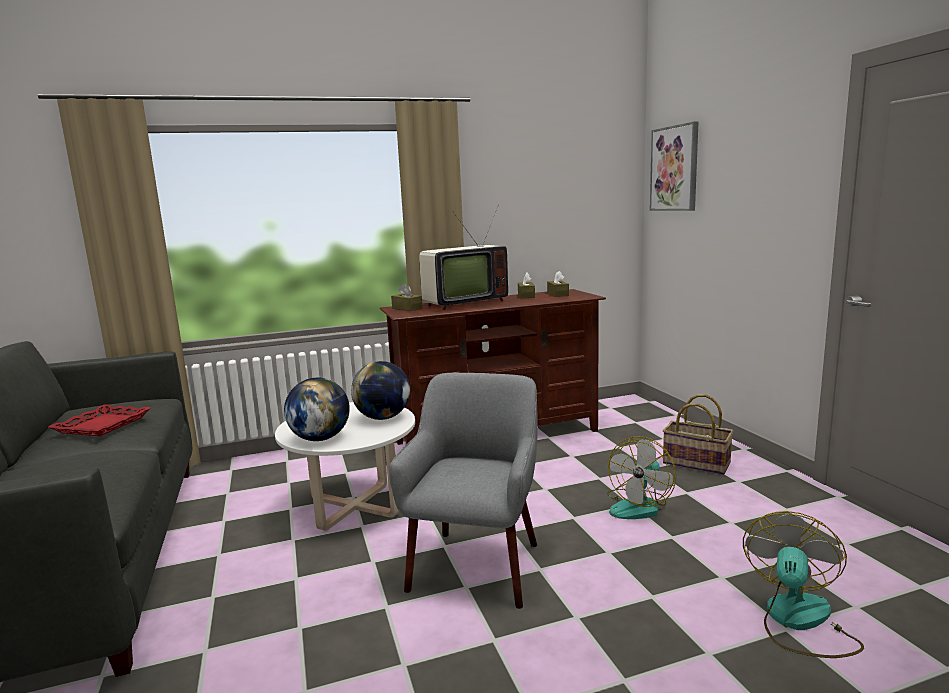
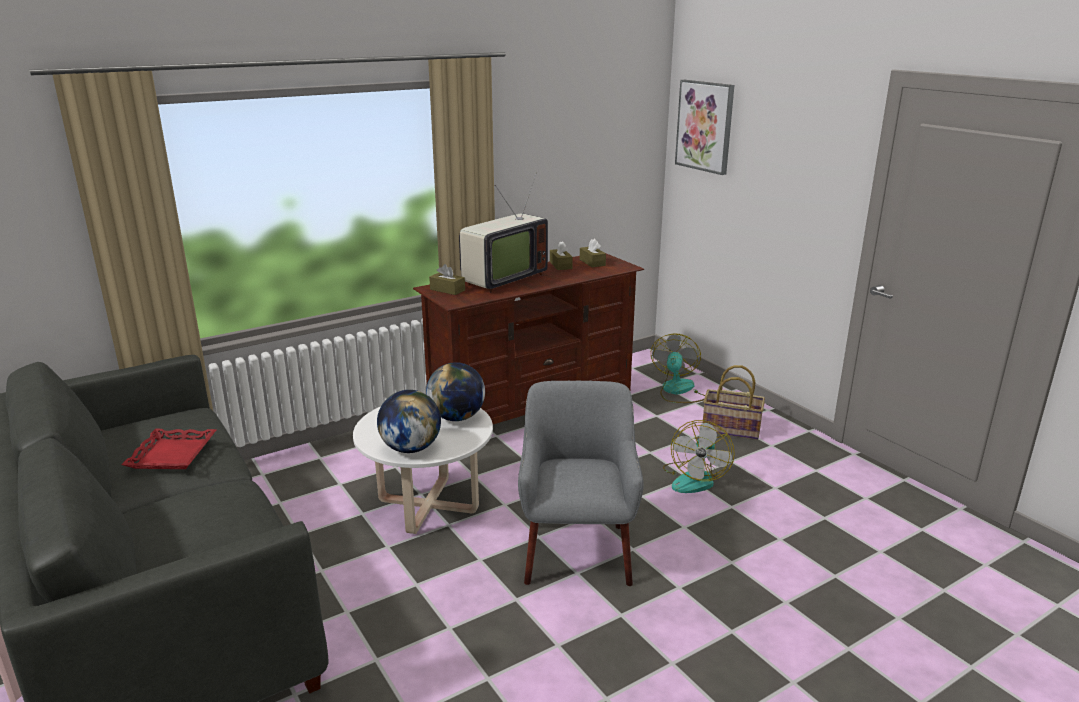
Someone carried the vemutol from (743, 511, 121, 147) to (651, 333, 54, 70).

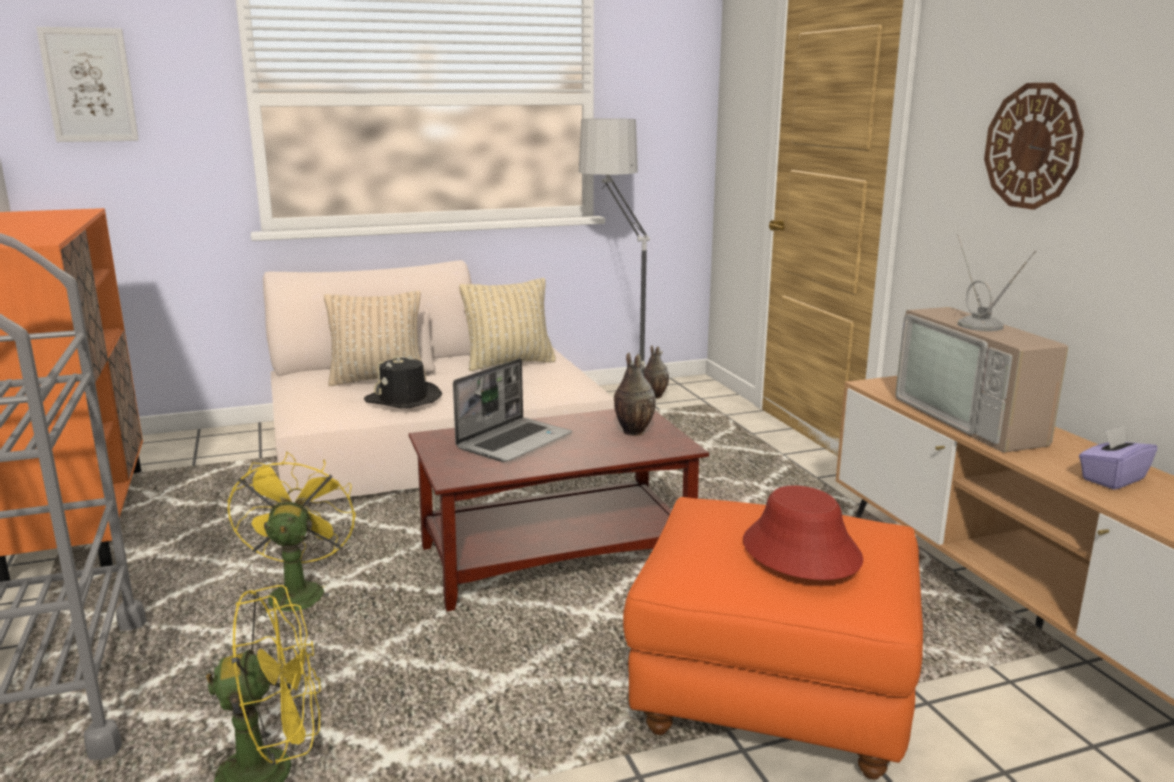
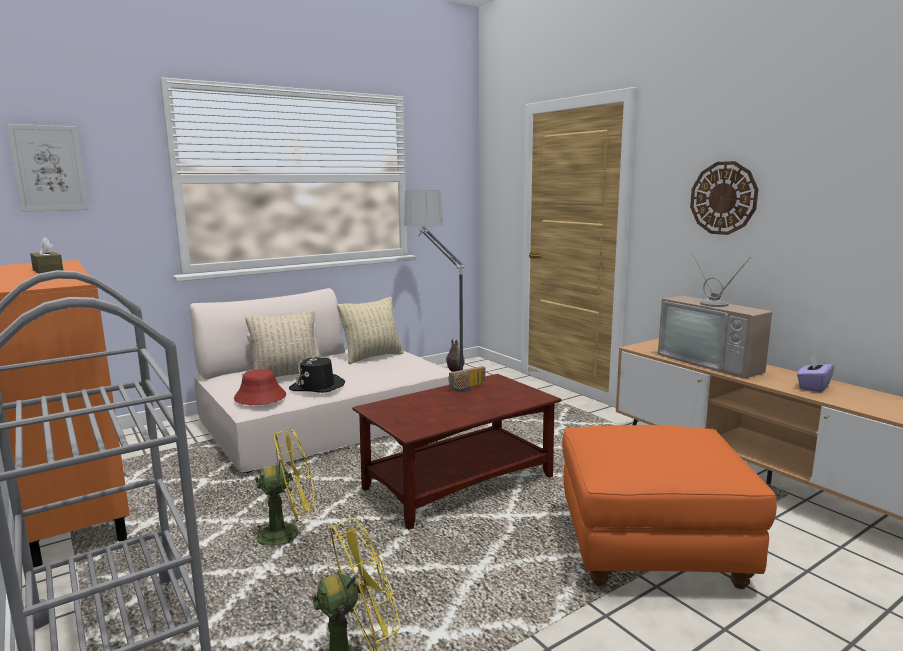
Someone took away the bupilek at (614, 353, 42, 83).
Someone took away the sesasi at (453, 358, 119, 104).
Someone rotated the yellow_vemutol at (228, 451, 128, 166) by 90 degrees clockwise.
Someone carried the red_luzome from (743, 485, 120, 95) to (234, 369, 52, 36).
Someone put down the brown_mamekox at (30, 237, 33, 37).
Someone put down the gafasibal at (448, 366, 38, 26).

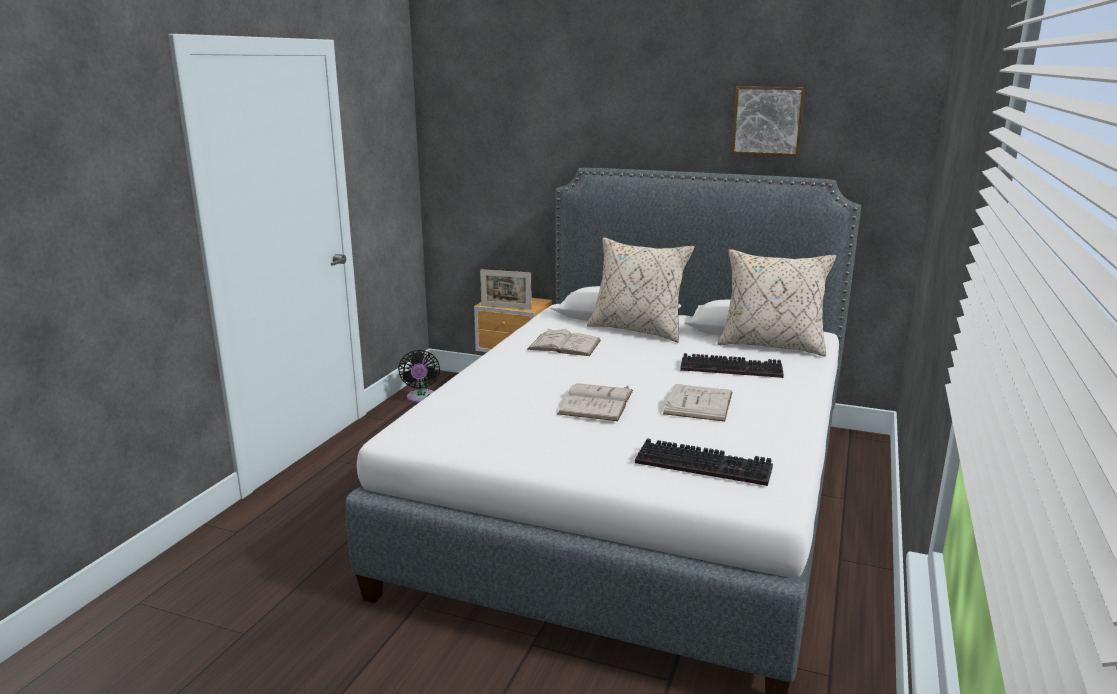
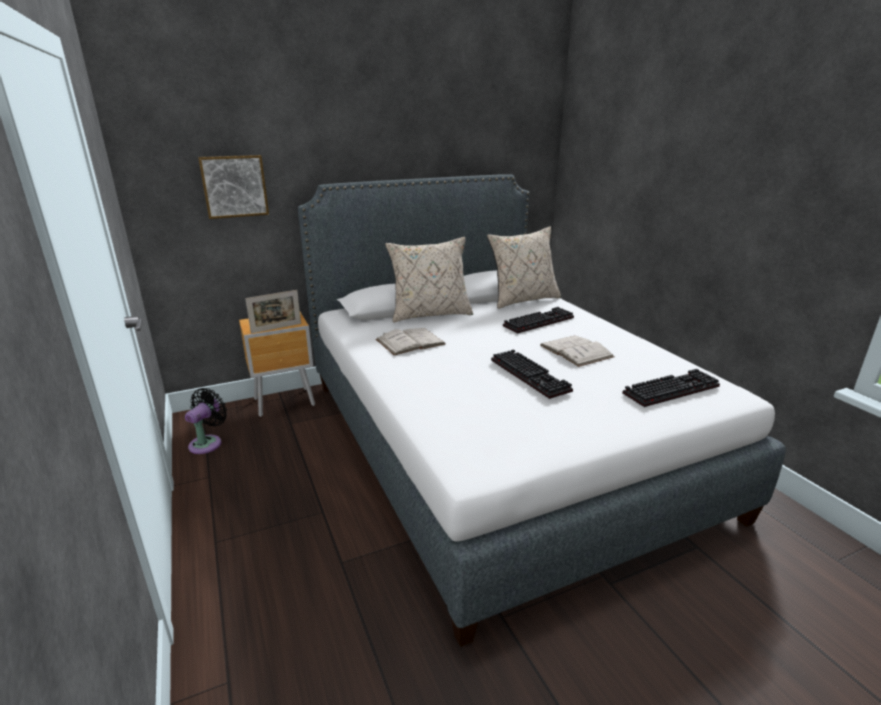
Someone carried the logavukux from (732, 86, 73, 70) to (198, 155, 71, 64).
Someone rotated the black_vemutol at (398, 350, 42, 53) by 105 degrees counterclockwise.
Someone swapped the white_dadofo at (557, 383, 76, 38) for the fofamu at (491, 349, 82, 50).

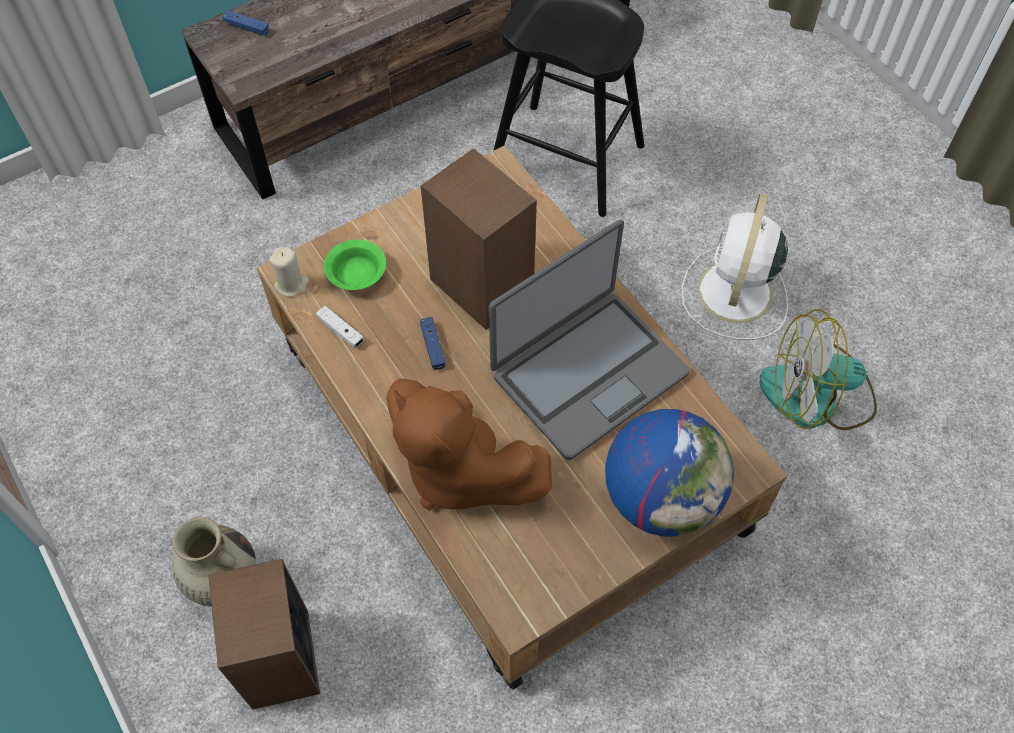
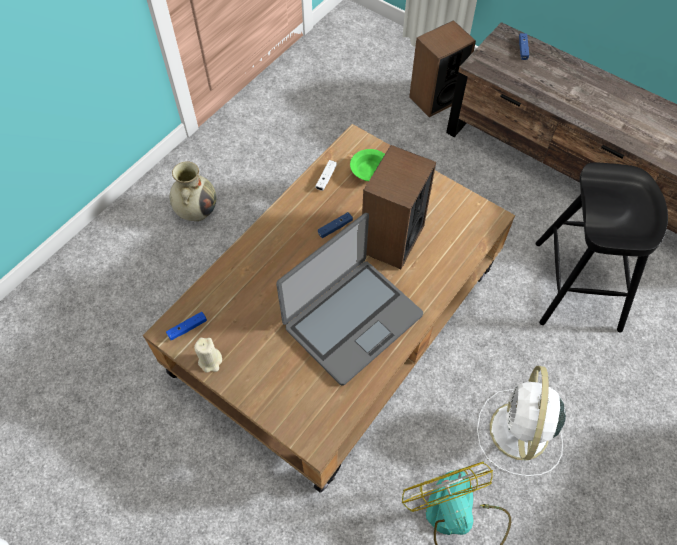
Someone rotated the white_vemutol at (682, 192, 106, 148) by 75 degrees counterclockwise.
Someone rotated the sesasi at (489, 220, 201, 240) by 75 degrees counterclockwise.
Someone carried the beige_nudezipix from (269, 247, 40, 50) to (194, 338, 28, 35).
Someone took away the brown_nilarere at (386, 378, 166, 133).
Someone took away the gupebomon at (605, 409, 129, 128).
Someone carried the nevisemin from (208, 559, 112, 150) to (409, 20, 67, 97).
Someone put down the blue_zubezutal at (166, 312, 41, 29).

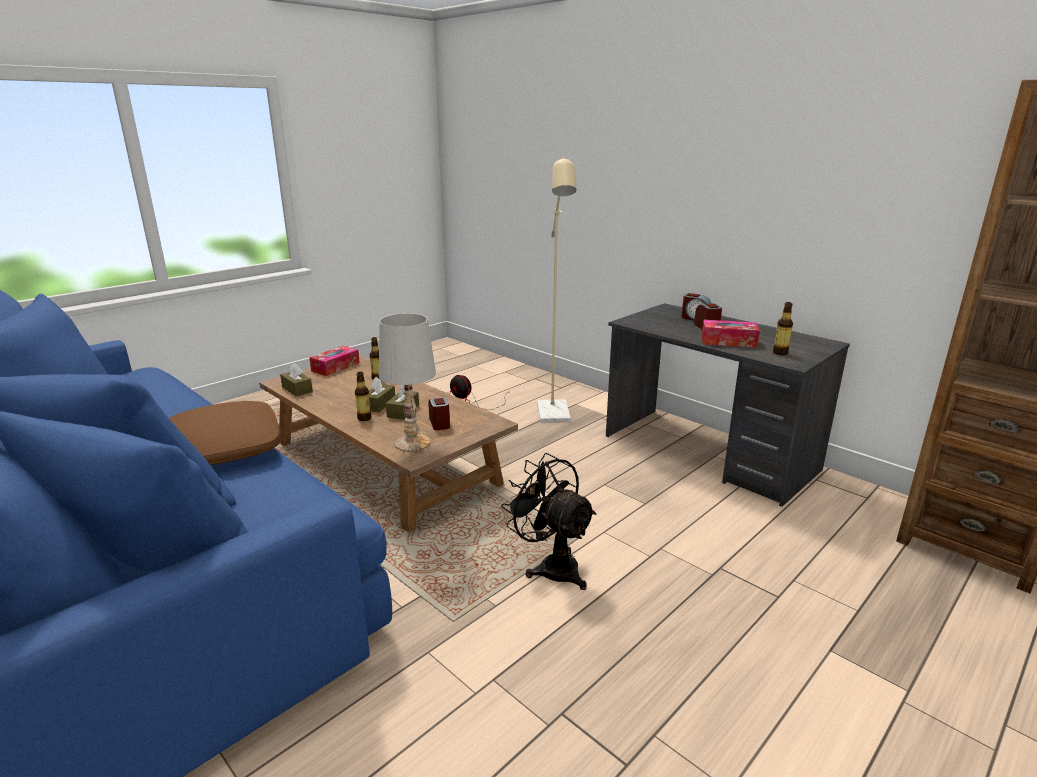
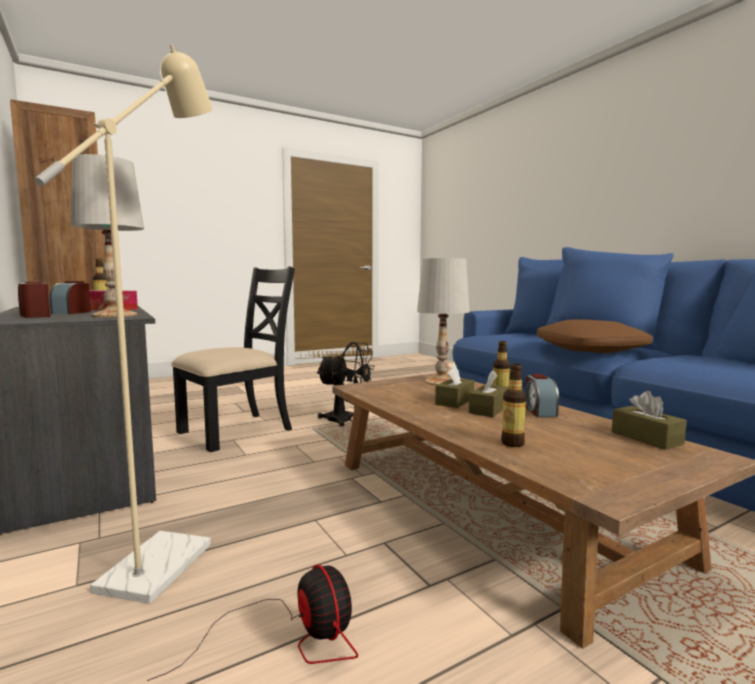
Someone took away the mamekox at (309, 346, 51, 30).
Someone carried the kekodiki from (429, 397, 21, 33) to (525, 374, 34, 43).
Someone rotated the black_vemutol at (501, 453, 95, 137) by 45 degrees counterclockwise.
Someone put down the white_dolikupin at (71, 154, 73, 163).
Someone put down the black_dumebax at (171, 267, 124, 185).

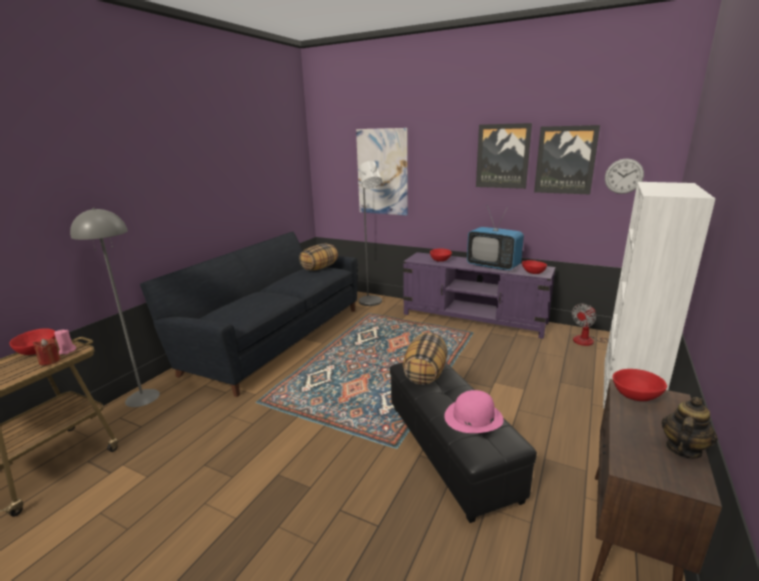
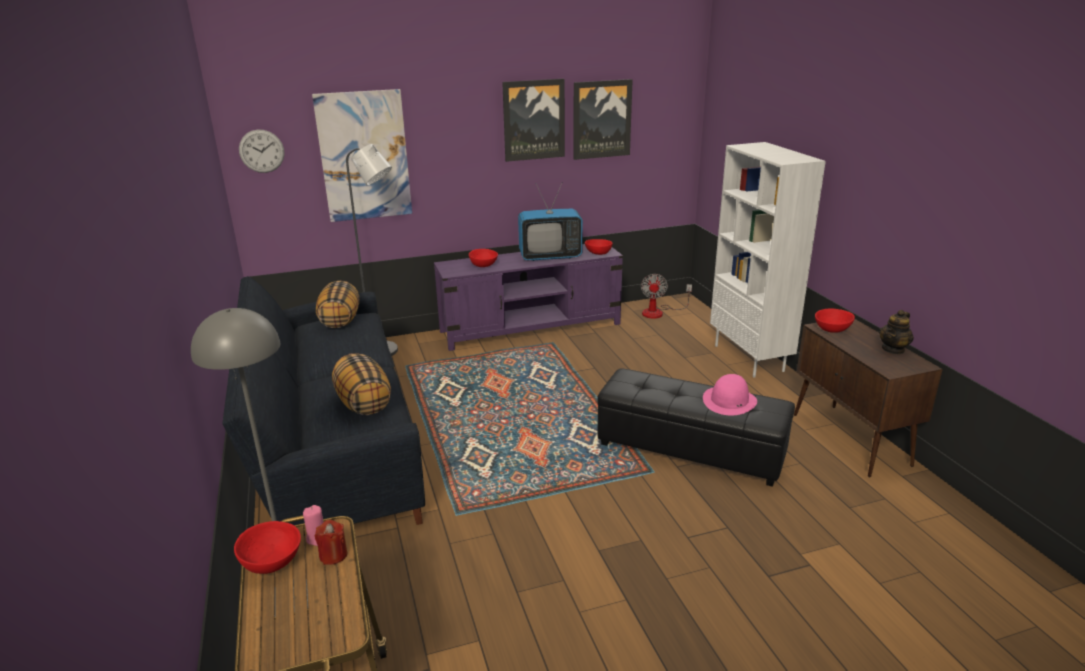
Someone carried the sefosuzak from (605, 158, 39, 36) to (239, 129, 45, 44).
Someone carried the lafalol from (403, 332, 44, 53) to (332, 353, 59, 62).
Someone rotated the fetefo at (662, 397, 56, 62) by 135 degrees counterclockwise.

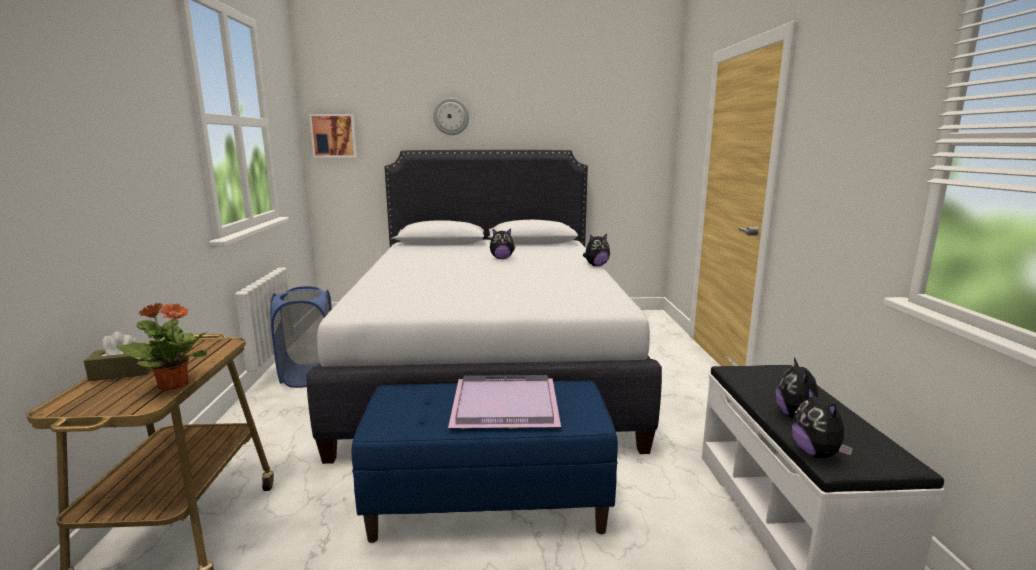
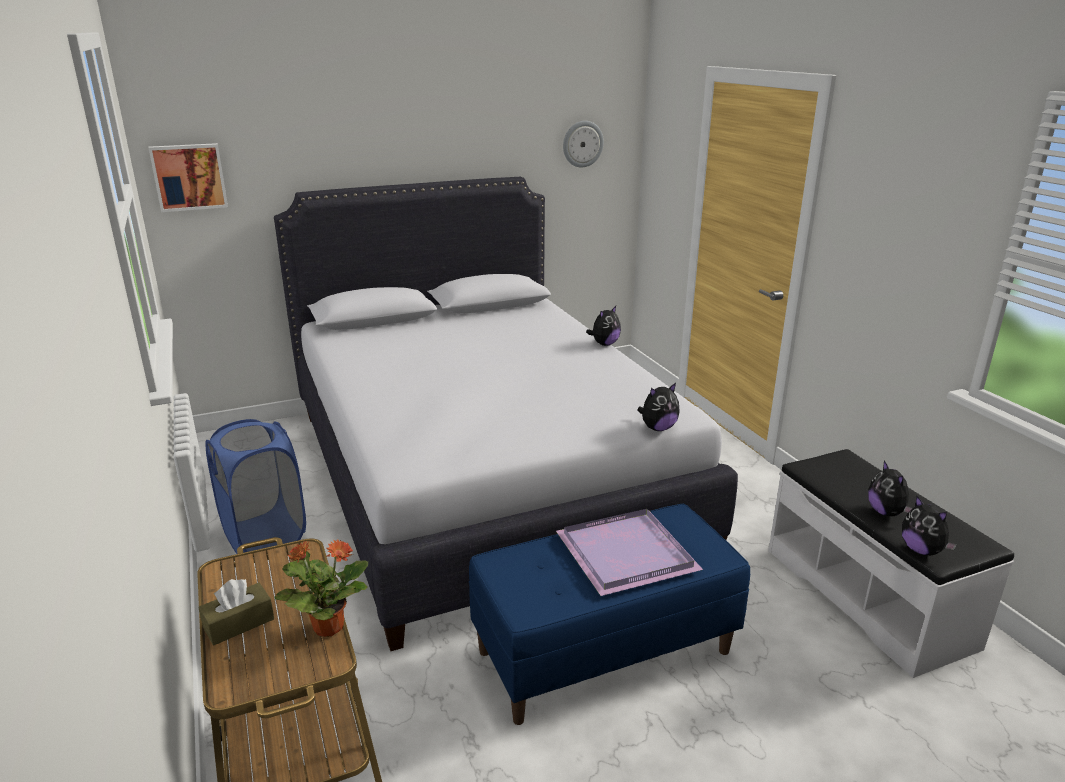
Someone carried the sefosuzak from (433, 98, 36, 37) to (563, 121, 41, 47).
Someone carried the nilarere from (490, 229, 25, 30) to (638, 383, 42, 48).

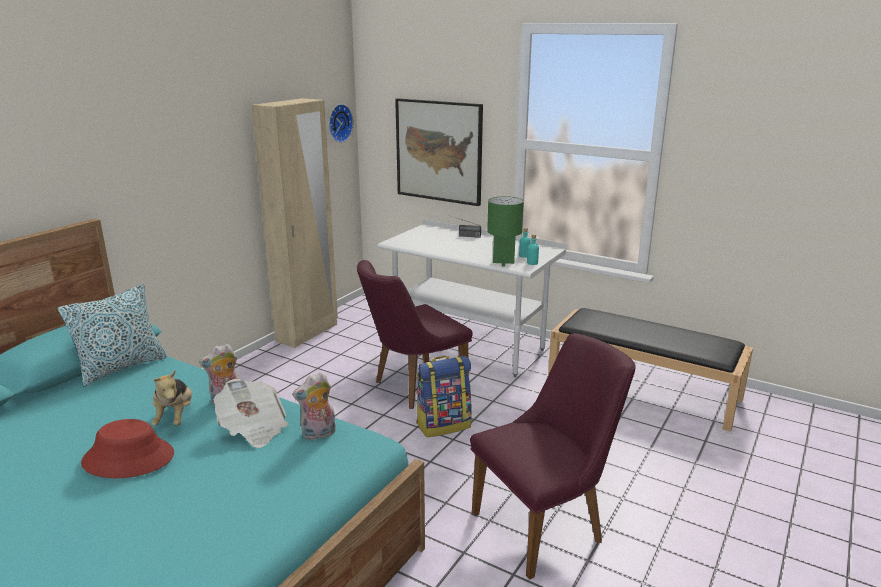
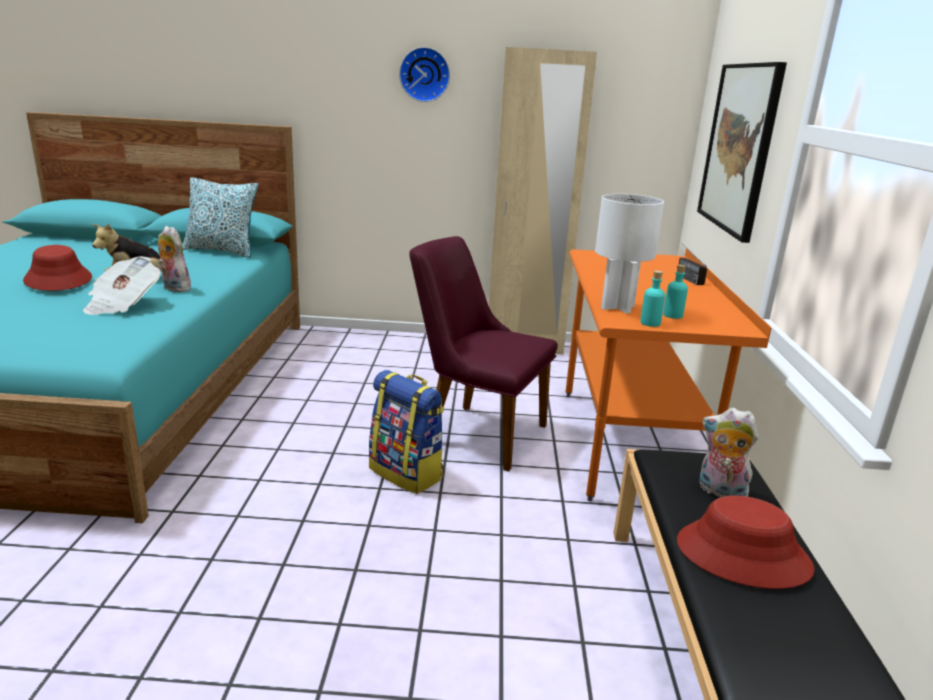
Someone carried the sefosuzak from (329, 104, 24, 39) to (399, 47, 51, 55).
Someone repainted the green_dolikupin at (487, 196, 37, 70), which became the white_dolikupin at (595, 194, 69, 119).
Someone repainted the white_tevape at (378, 219, 189, 158), which became the orange_tevape at (566, 248, 205, 253).
Someone took away the purple_dumebax at (470, 333, 166, 247).
Someone carried the nilarere from (292, 372, 44, 68) to (700, 408, 58, 90).
Someone put down the red_luzome at (677, 496, 138, 93).

